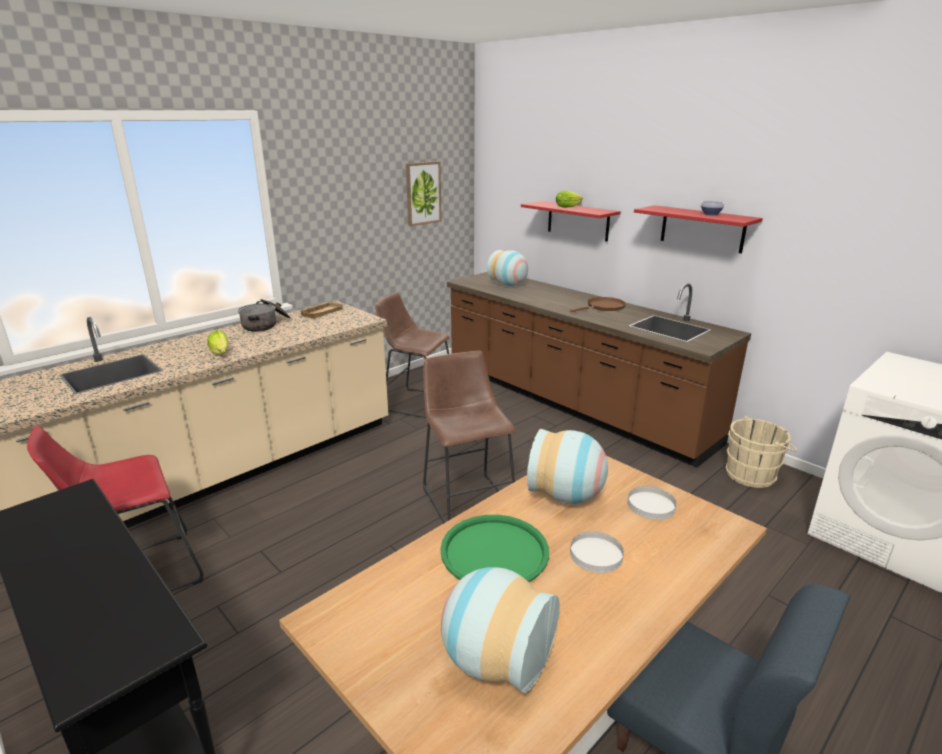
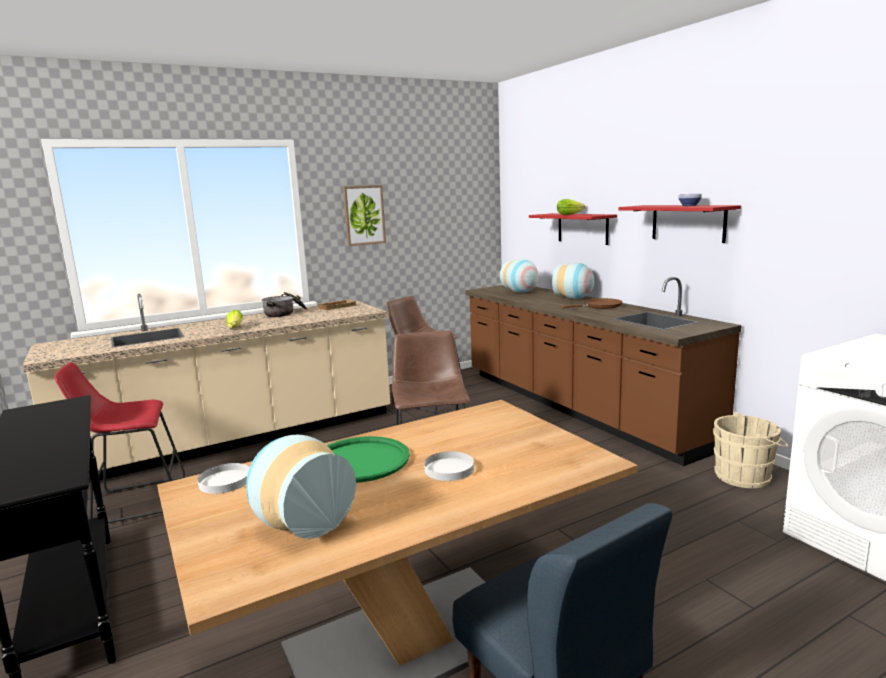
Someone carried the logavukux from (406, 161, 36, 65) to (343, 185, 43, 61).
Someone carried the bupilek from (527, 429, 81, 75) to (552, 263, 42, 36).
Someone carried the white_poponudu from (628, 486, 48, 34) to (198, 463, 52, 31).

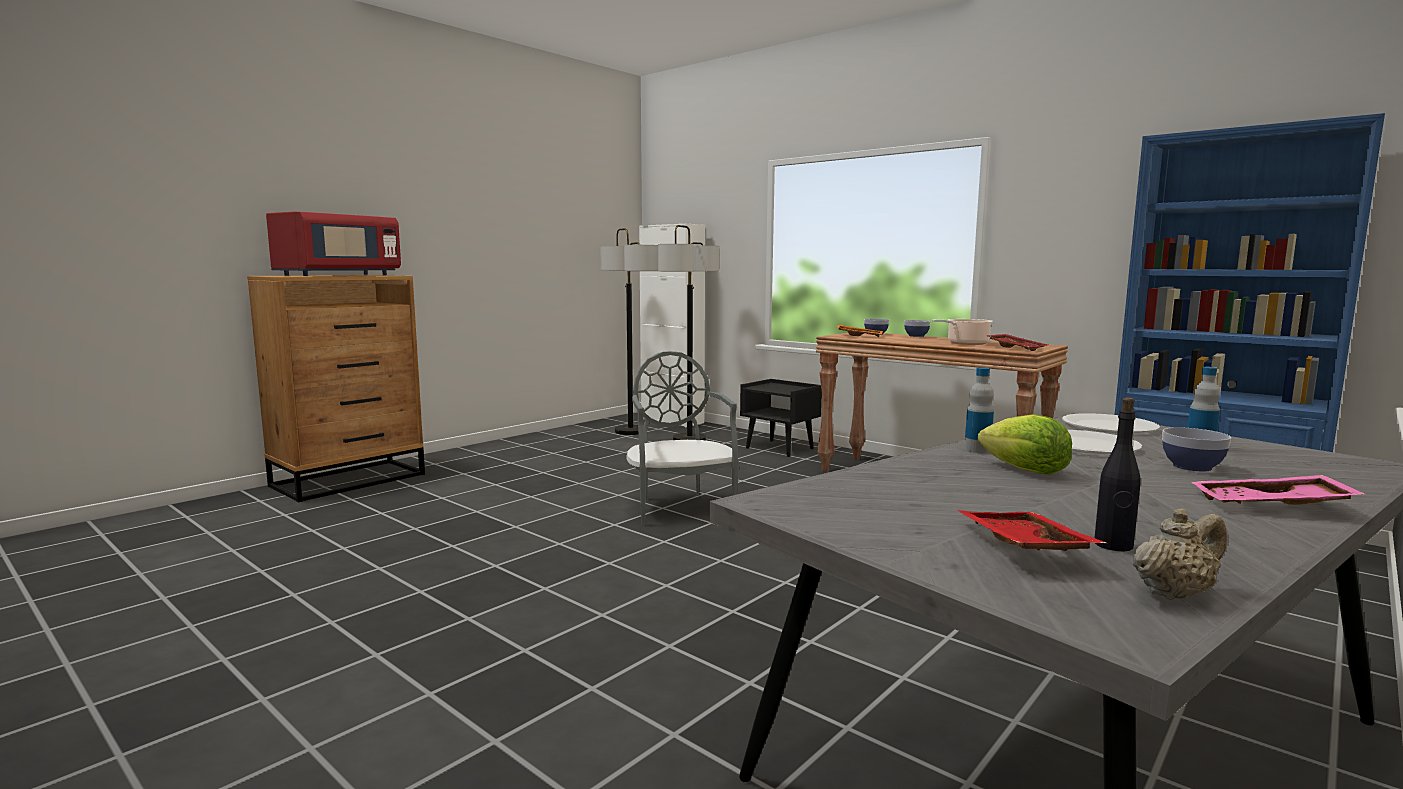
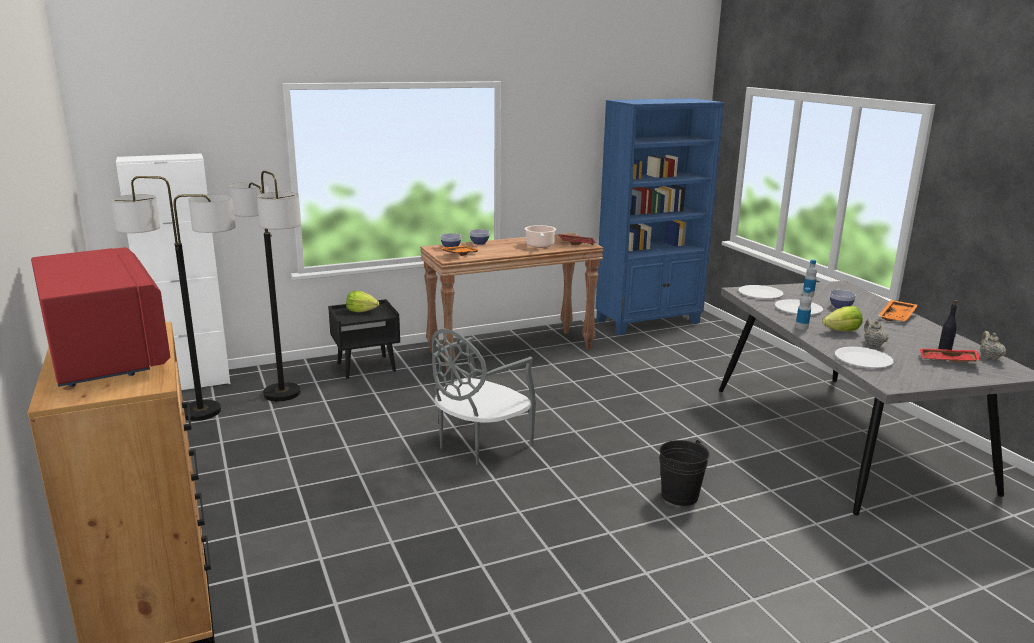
Someone rotated the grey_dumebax at (626, 351, 113, 174) by 60 degrees counterclockwise.
Someone repainted the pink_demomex at (1191, 475, 174, 30), which became the orange_demomex at (878, 300, 40, 21).
Someone put down the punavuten at (346, 291, 33, 22).
Someone put down the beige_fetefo at (864, 319, 24, 28).
Someone put down the white_poponudu at (835, 347, 58, 21).
Someone put down the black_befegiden at (659, 440, 51, 66).

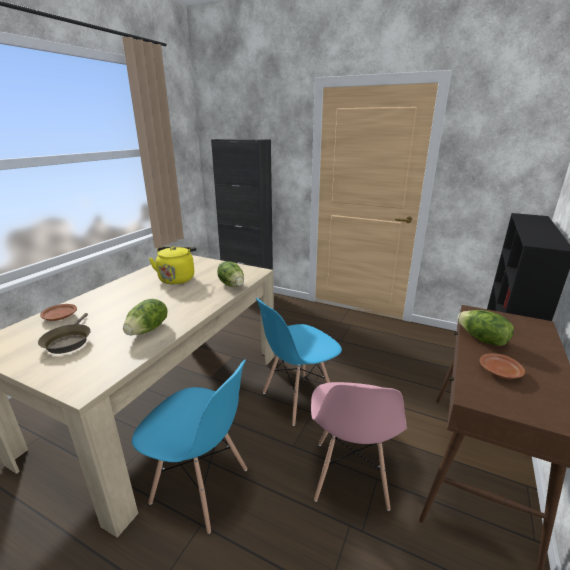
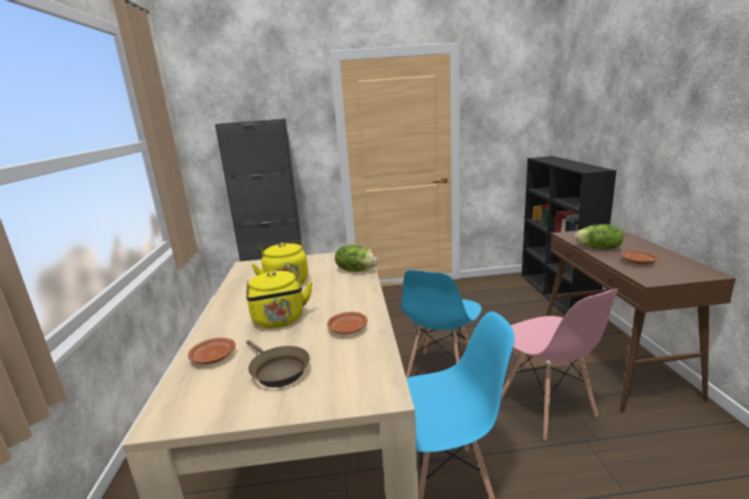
Someone swapped the punavuten at (123, 299, 45, 36) for the brown_poponudu at (327, 312, 41, 22).
Someone put down the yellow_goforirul at (246, 271, 67, 57).

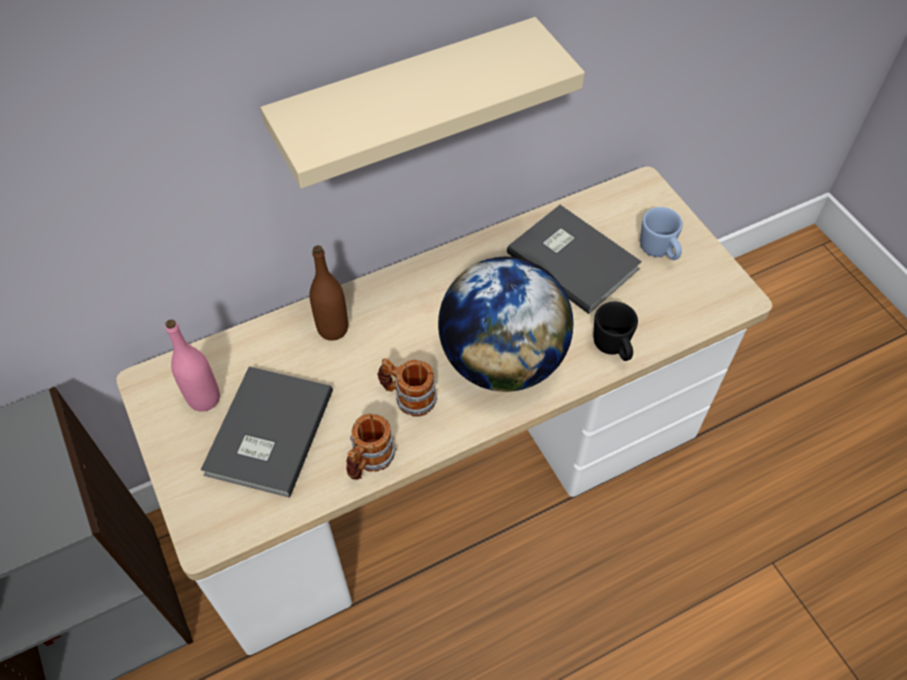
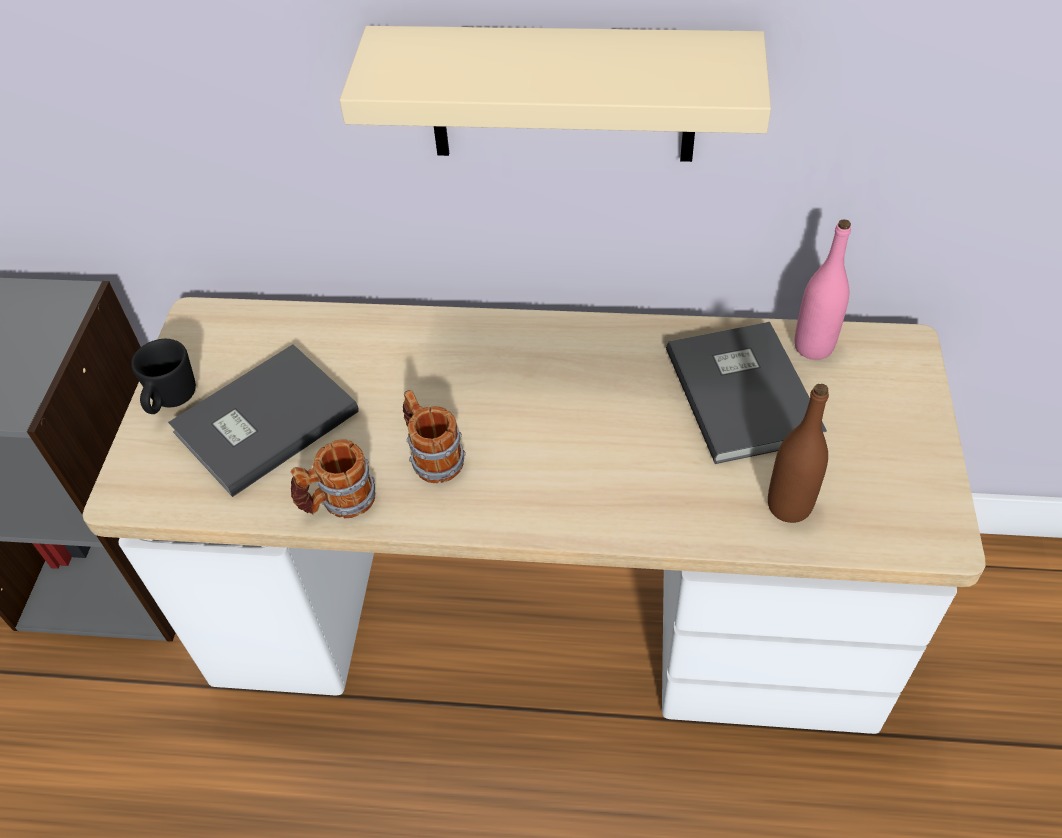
Someone took away the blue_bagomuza at (640, 207, 43, 53).
Someone carried the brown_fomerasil from (310, 245, 38, 96) to (768, 384, 61, 139).
Someone took away the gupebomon at (438, 257, 135, 135).
Someone carried the black_bagomuza from (594, 302, 44, 59) to (131, 339, 65, 75).
Someone carried the pink_fomerasil from (165, 319, 55, 93) to (794, 219, 57, 141).

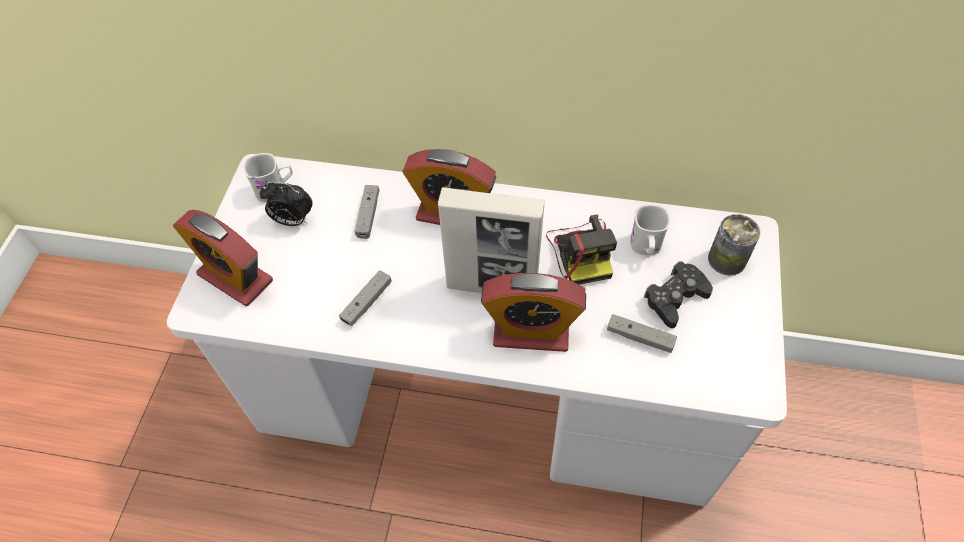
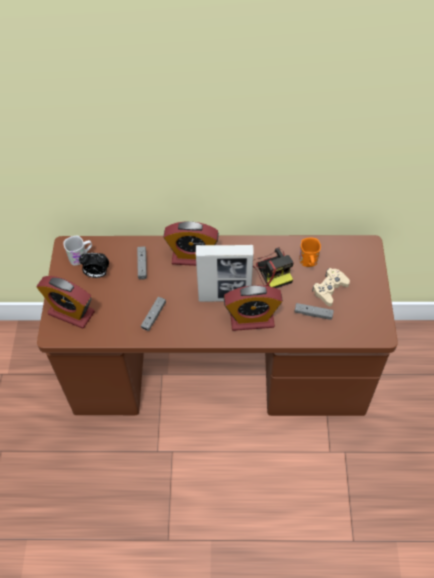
Someone repainted the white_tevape at (167, 154, 620, 352), which became the brown_tevape at (37, 235, 361, 181).
Someone repainted the white_bagomuza at (630, 204, 40, 51), which became the orange_bagomuza at (299, 238, 22, 29).
Someone took away the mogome at (708, 214, 52, 62).
Someone repainted the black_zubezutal at (644, 261, 69, 67), which became the beige_zubezutal at (312, 268, 38, 38).

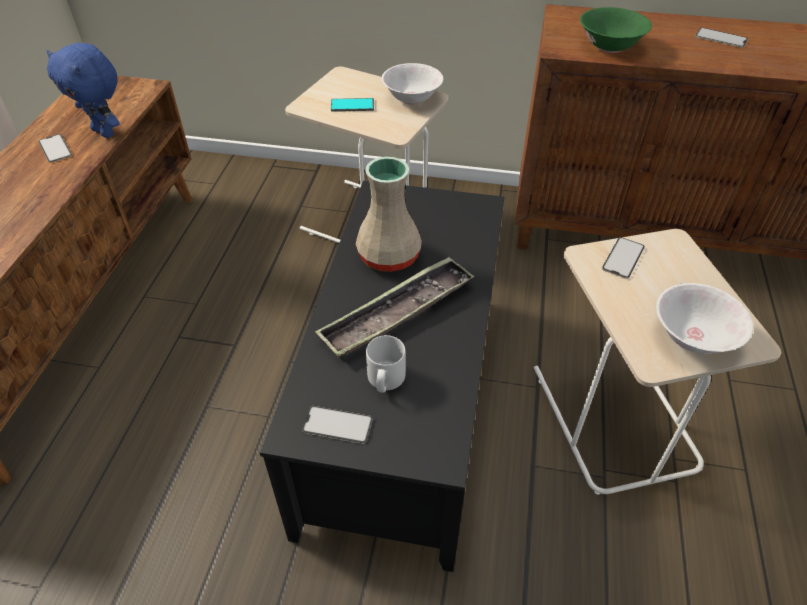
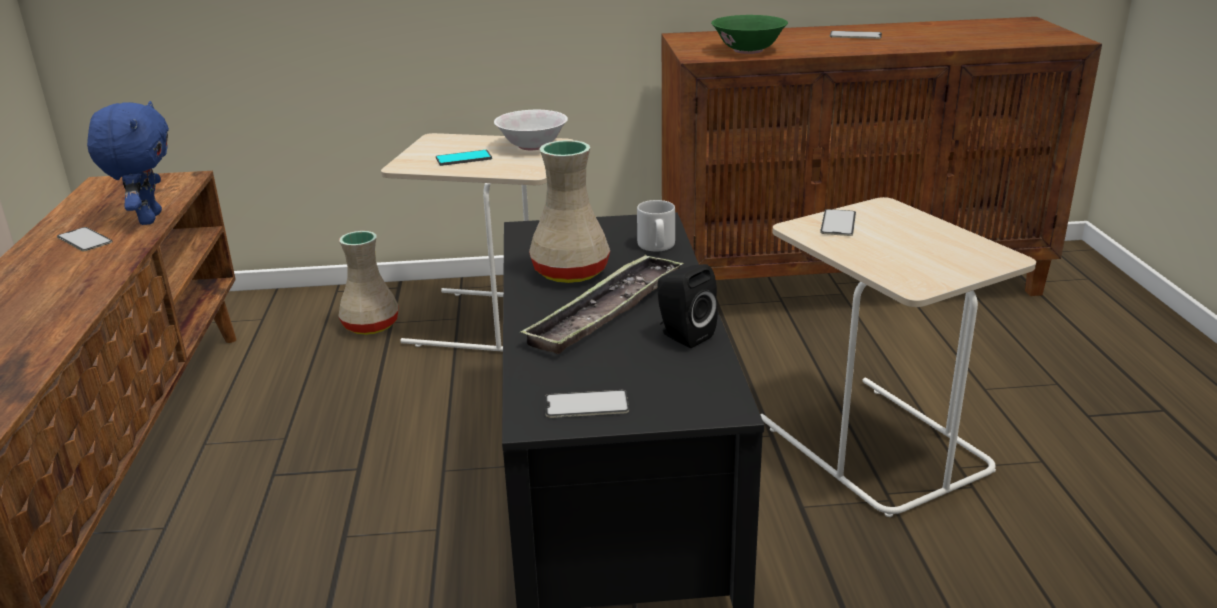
Someone rotated the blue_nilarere at (47, 43, 73, 95) by 120 degrees counterclockwise.
Someone took away the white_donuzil at (656, 283, 97, 71).
Someone carried the grey_bagomuza from (366, 335, 40, 58) to (637, 200, 38, 51).
Someone put down the beige_bupilek at (338, 231, 60, 104).
Someone put down the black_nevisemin at (658, 264, 60, 84).

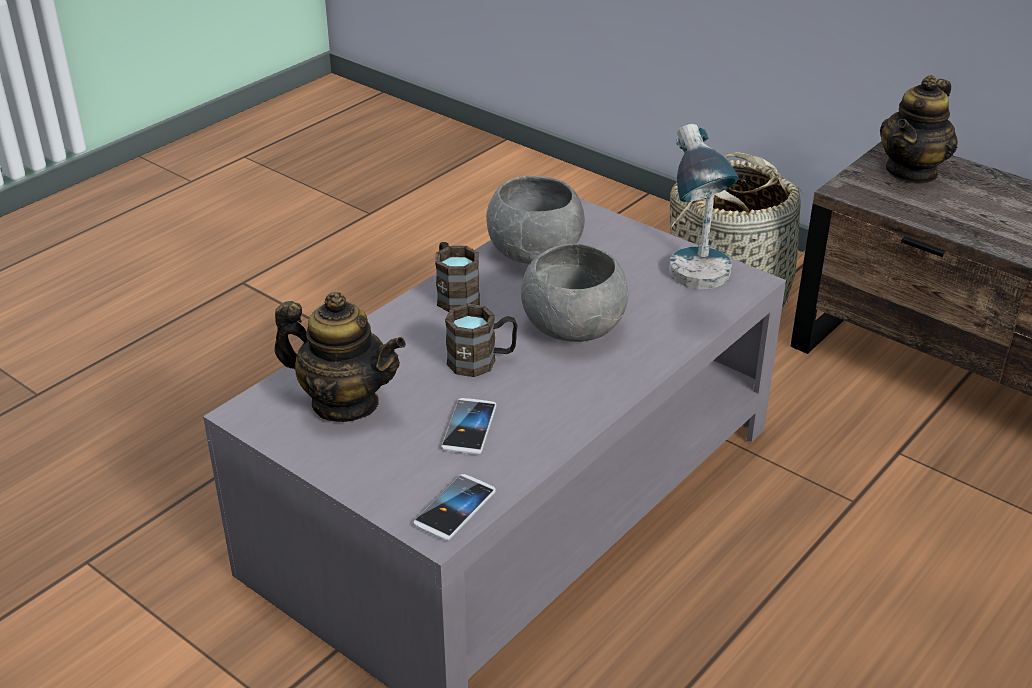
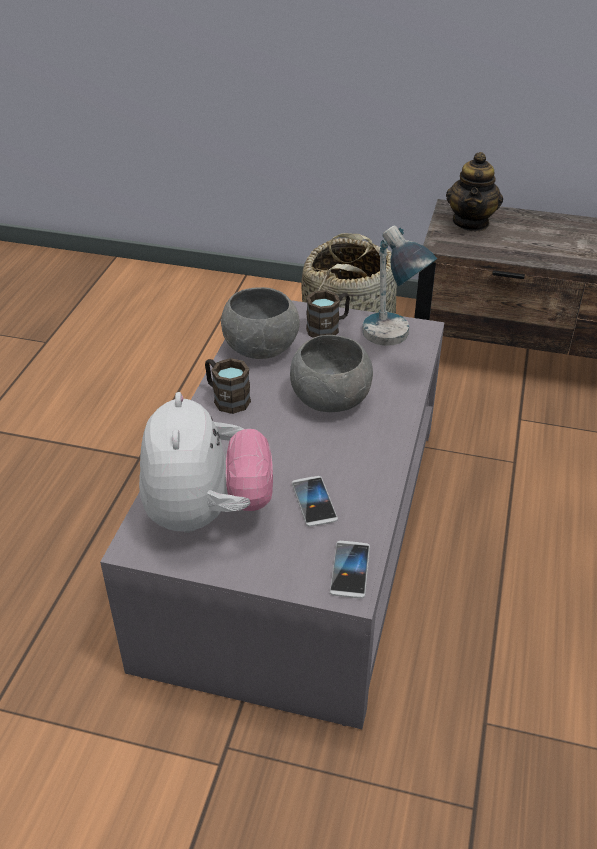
Someone swapped the fetefo at (274, 292, 132, 130) for the nilarere at (139, 392, 134, 141).
Someone carried the brown_bagomuza from (445, 304, 73, 73) to (306, 290, 44, 48).

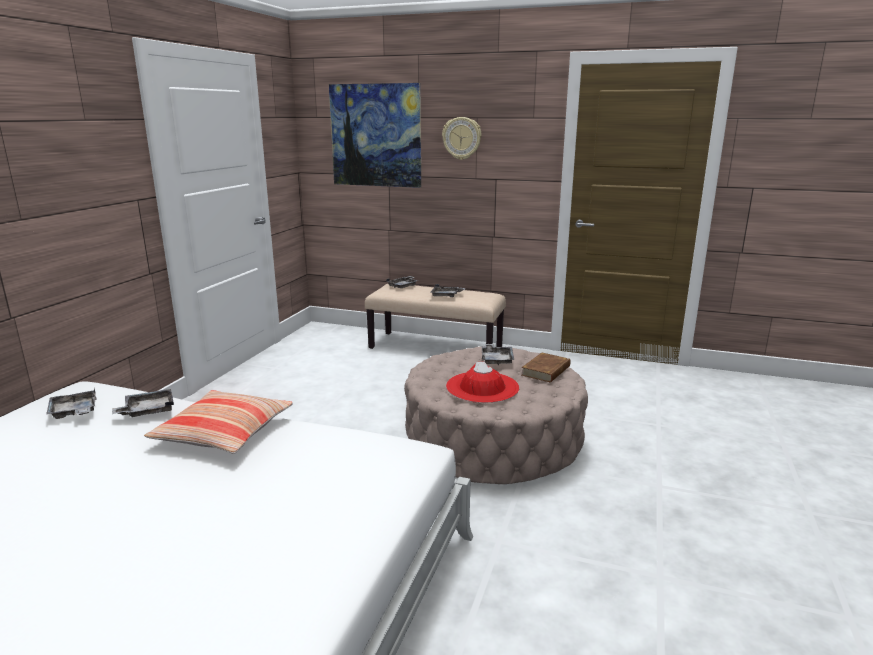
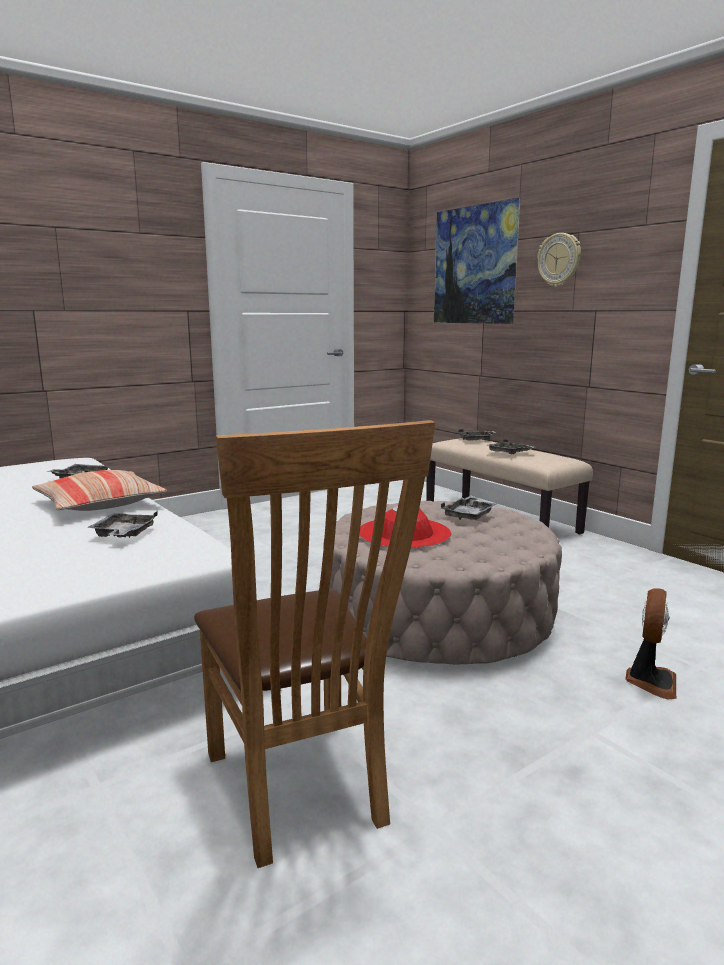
Someone took away the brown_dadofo at (521, 353, 49, 30).
Someone carried the grey_demomex from (46, 387, 50, 32) to (87, 511, 71, 27).
Someone put down the brown_dumebax at (194, 420, 241, 448).
Someone put down the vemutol at (625, 588, 51, 111).

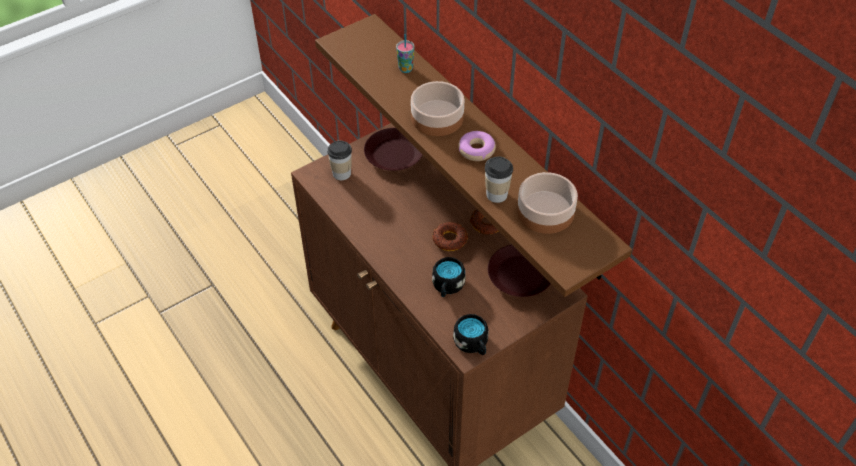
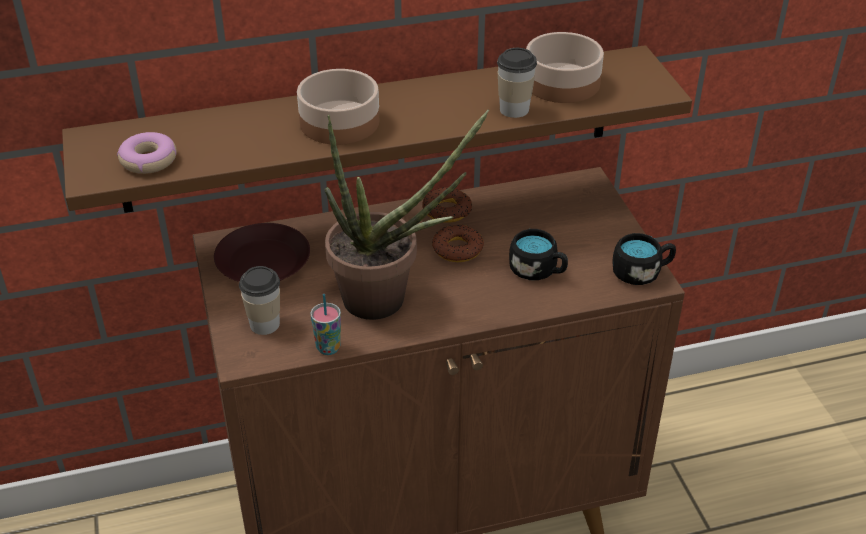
Someone carried the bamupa from (396, 34, 18, 39) to (310, 294, 31, 61).
Someone carried the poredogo from (458, 131, 38, 30) to (117, 132, 60, 42).
Someone took away the brown_poponudu at (488, 245, 63, 52).
Someone put down the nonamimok at (325, 110, 164, 210).

